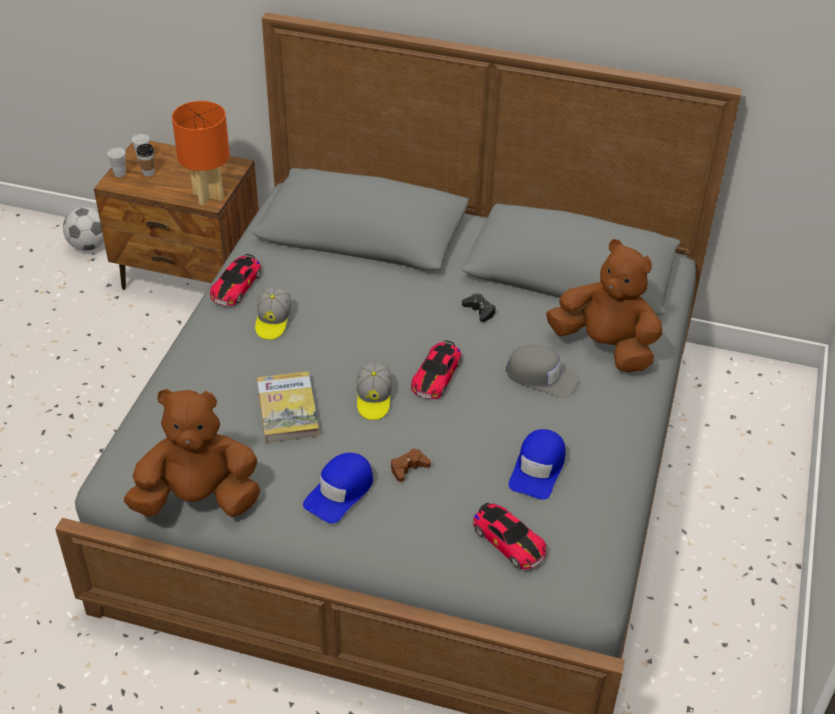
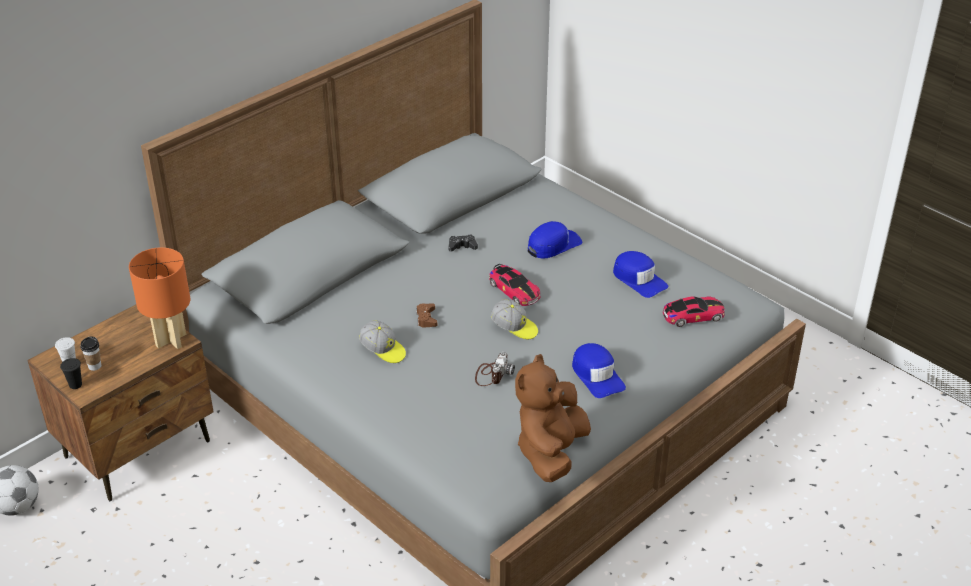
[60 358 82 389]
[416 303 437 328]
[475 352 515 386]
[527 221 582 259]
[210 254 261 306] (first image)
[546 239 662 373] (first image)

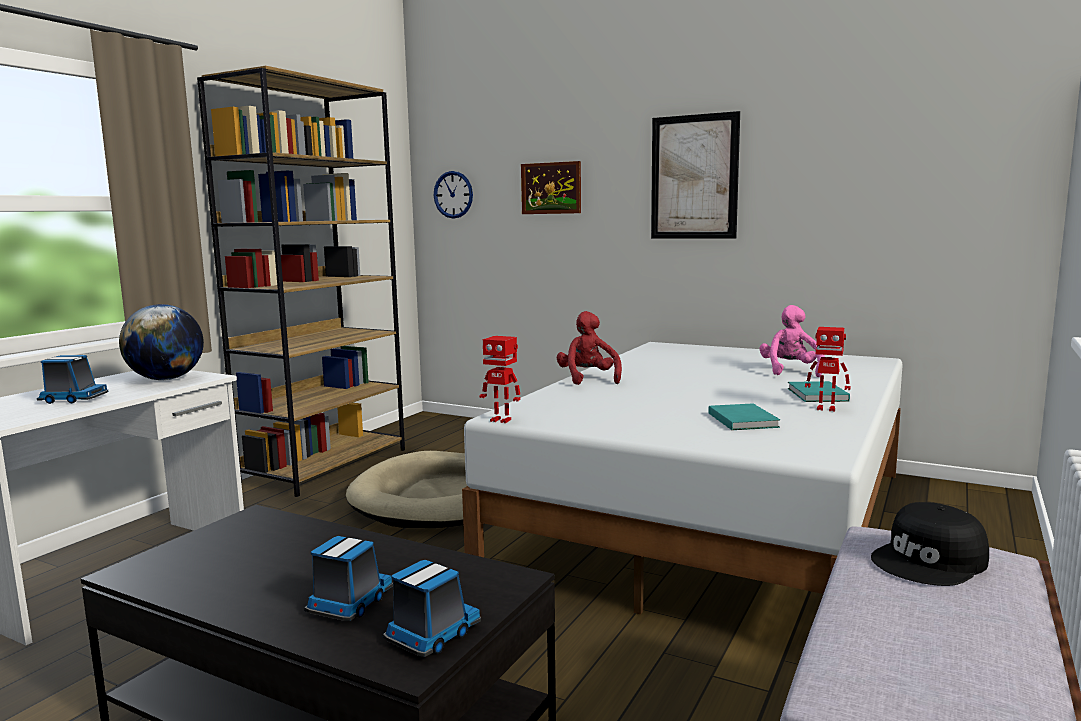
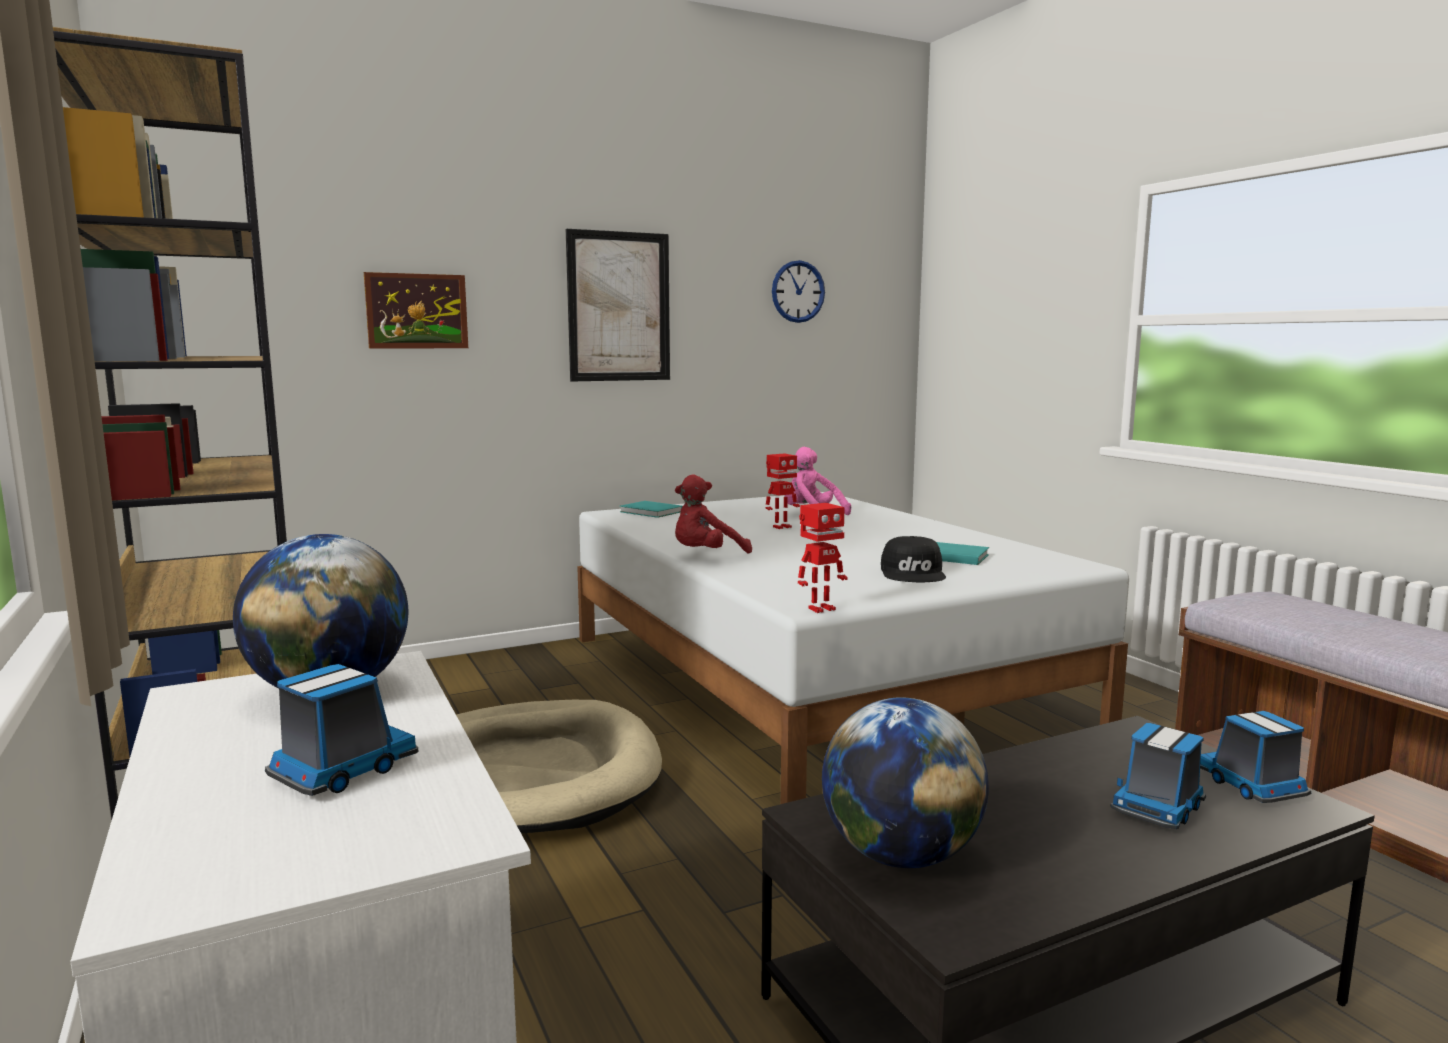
[620 501 682 518]
[675 475 752 554]
[765 454 800 529]
[772 260 825 323]
[822 697 989 868]
[881 536 946 582]
[1111 723 1206 829]

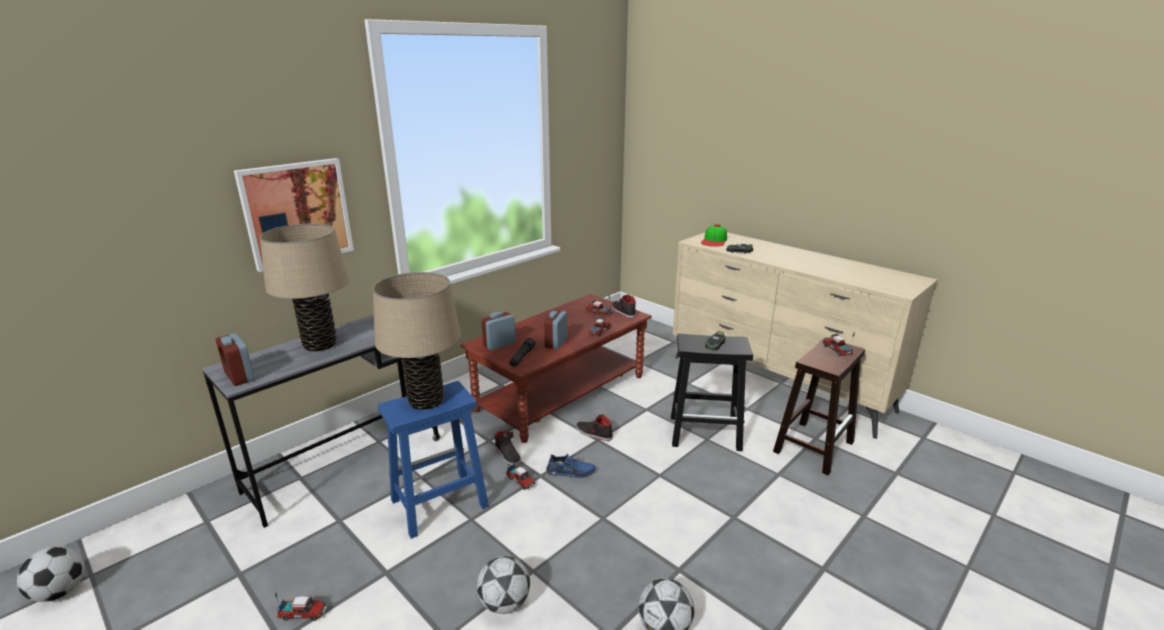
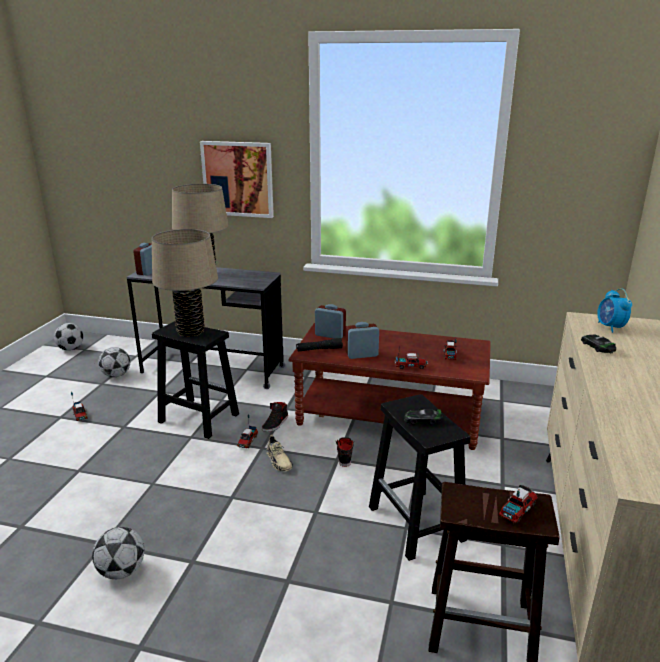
[98 347 130 377]
[152 321 239 439]
[266 435 293 471]
[597 288 632 333]
[612 294 636 318] (first image)

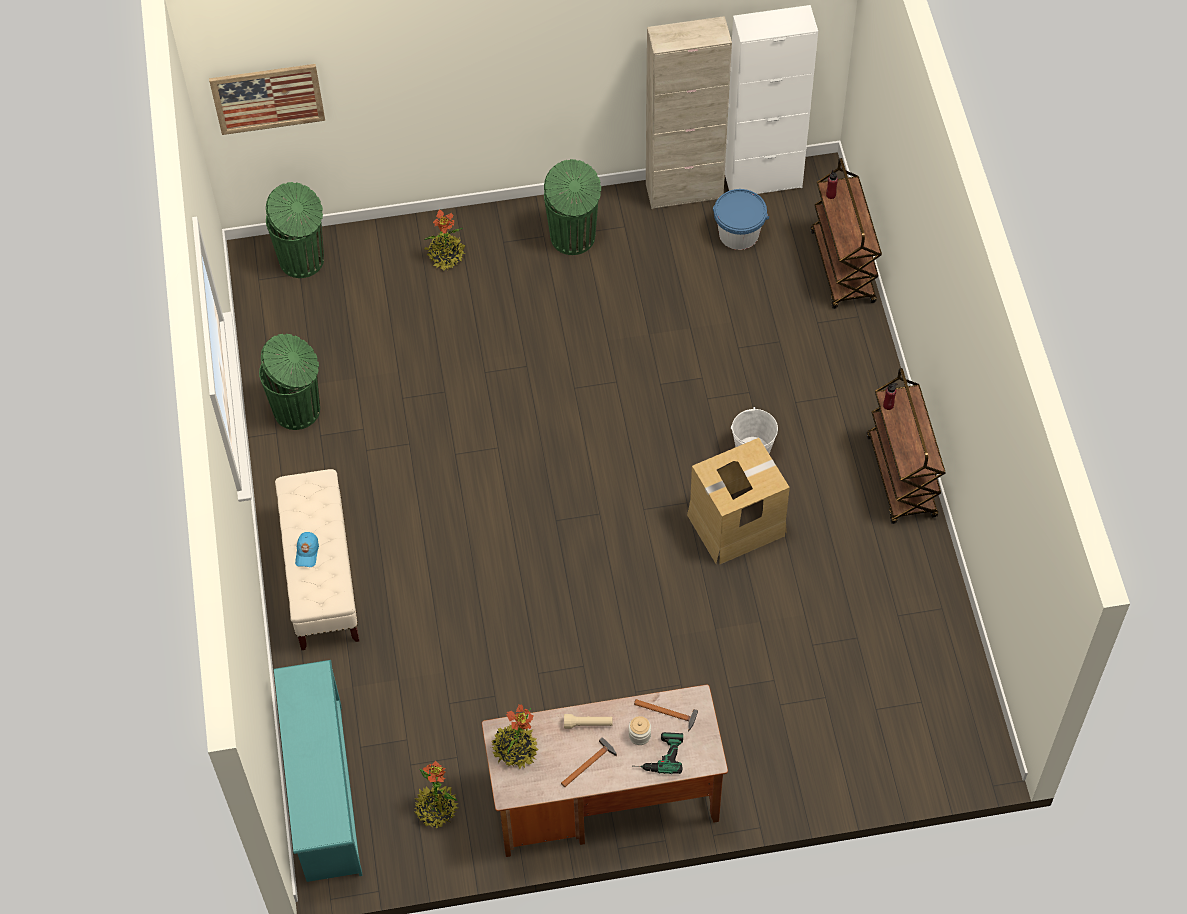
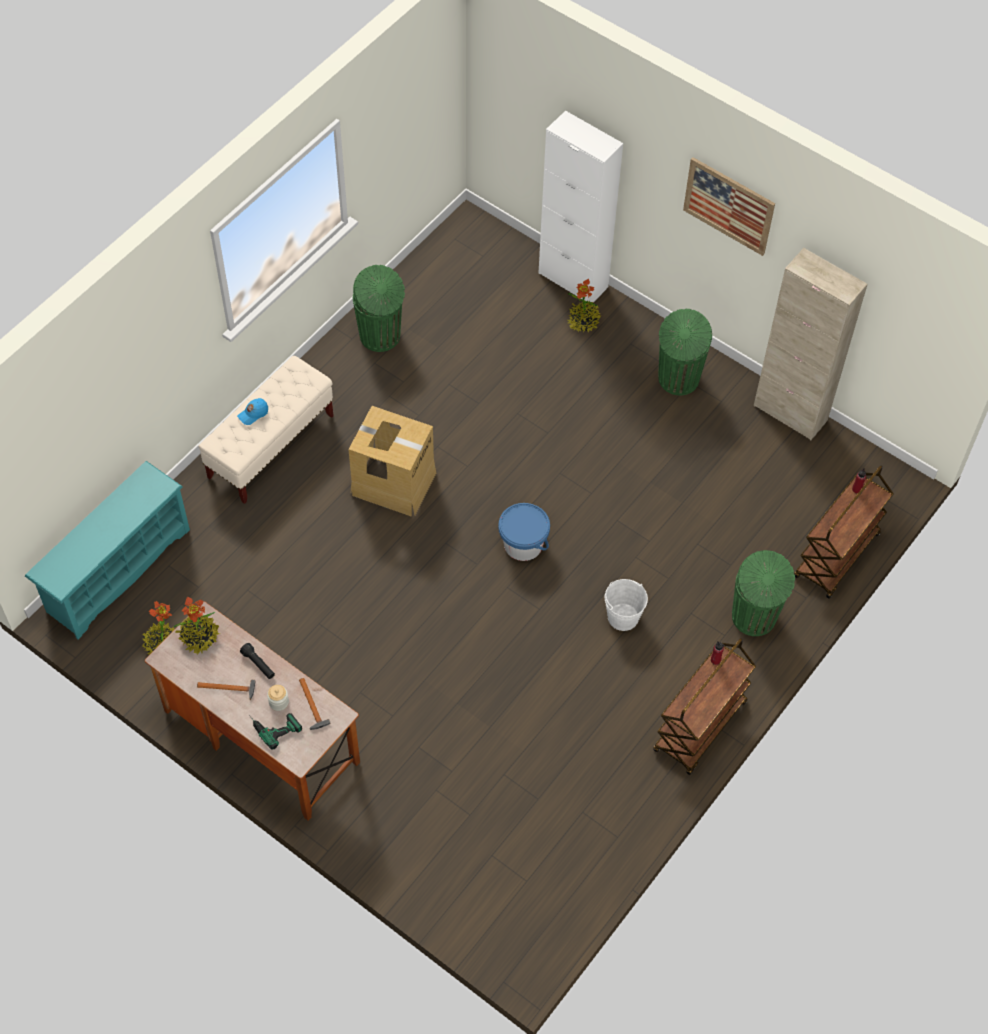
[240 643 275 679]
[348 406 436 517]
[498 503 550 561]
[538 111 623 303]
[683 157 775 256]
[732 550 795 636]

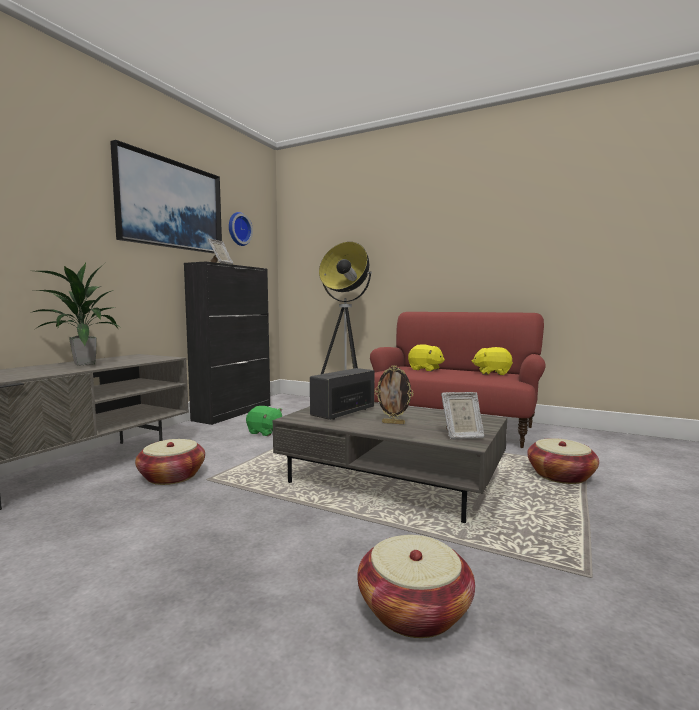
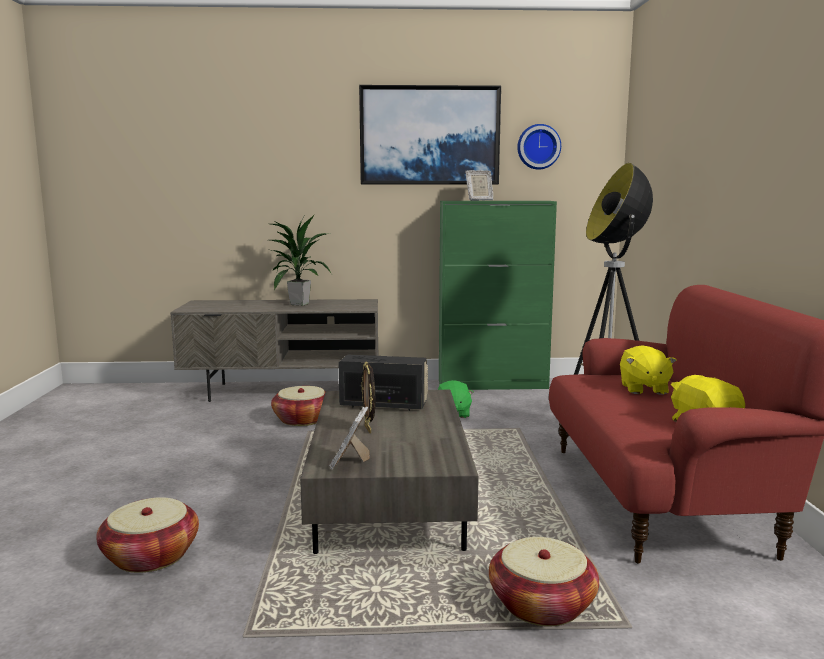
[329 407 370 469]
[439 201 557 390]

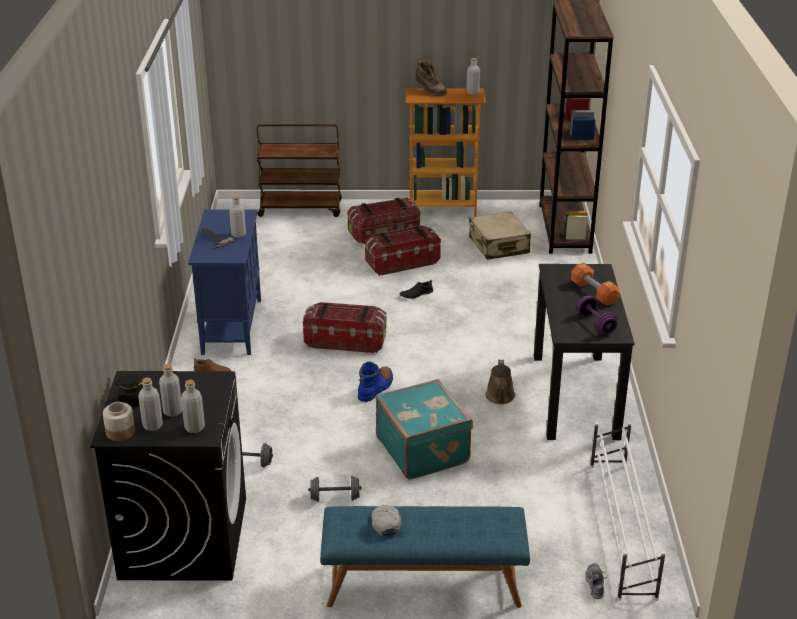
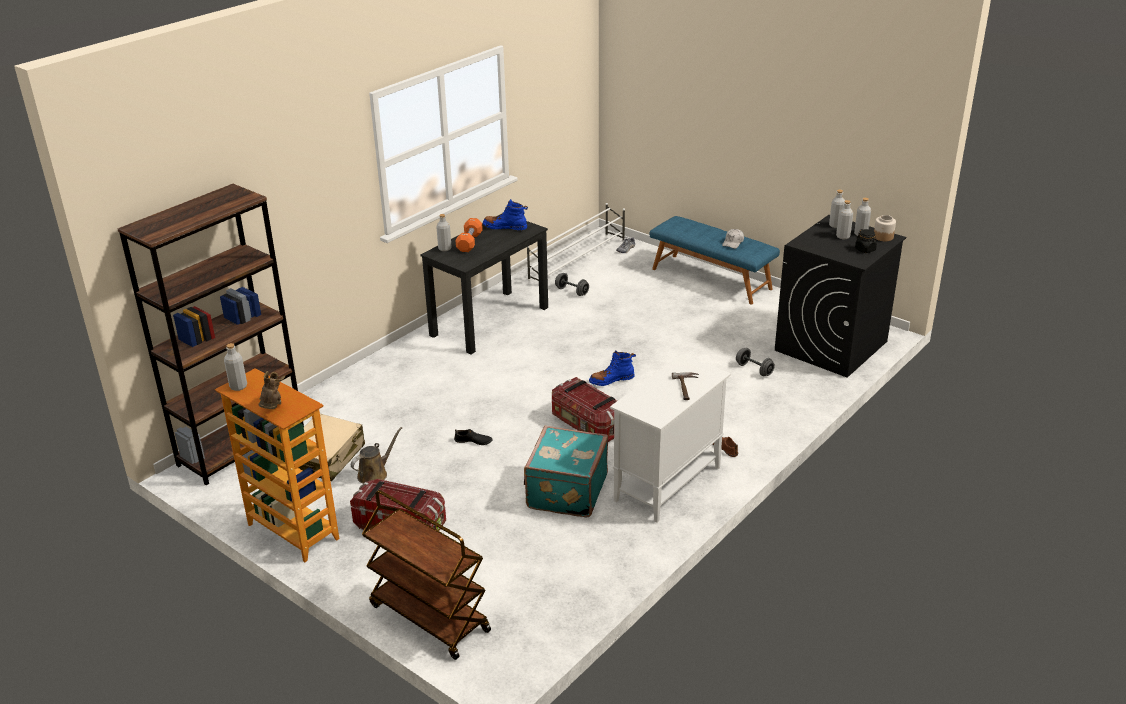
[351 427 402 484]
[436 214 452 251]
[483 199 528 230]
[524 426 608 518]
[555 273 589 296]
[610 354 731 522]
[365 225 441 276] (first image)

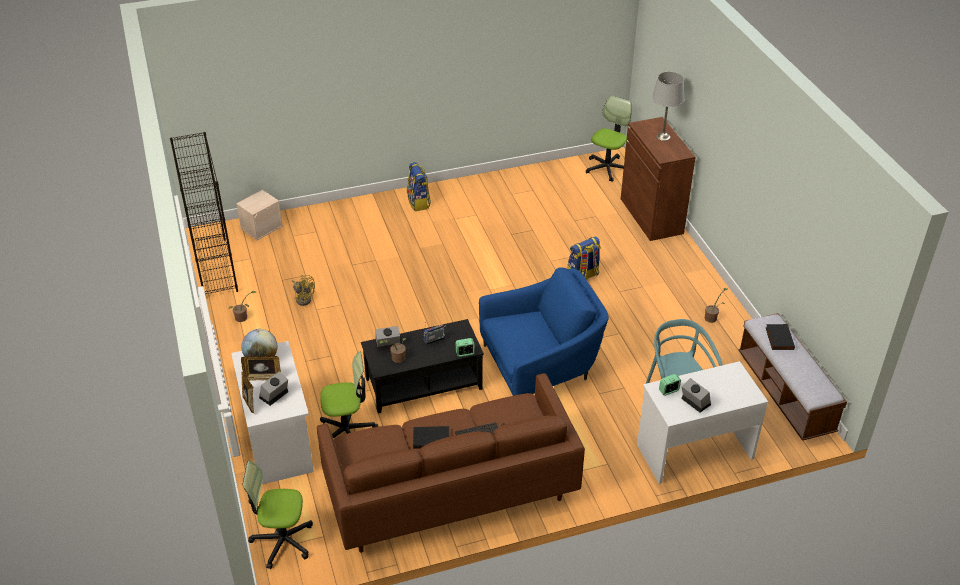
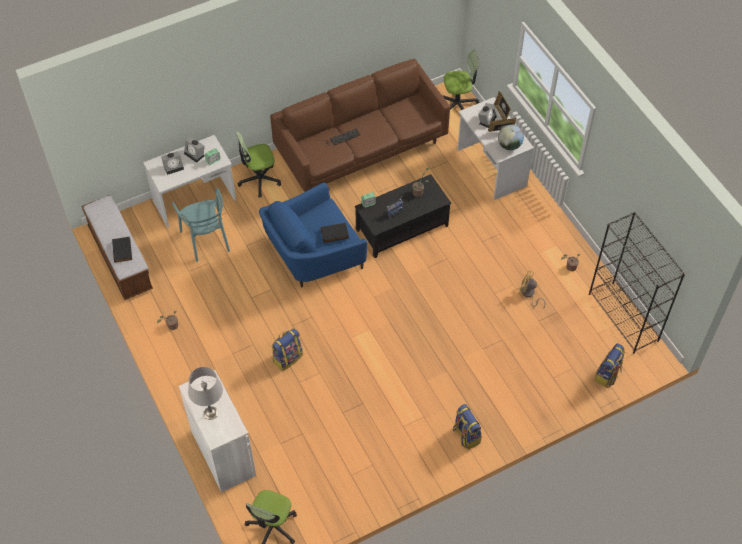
[161 151 184 175]
[179 370 256 492]
[236 131 281 198]
[320 223 349 243]
[594 344 625 388]

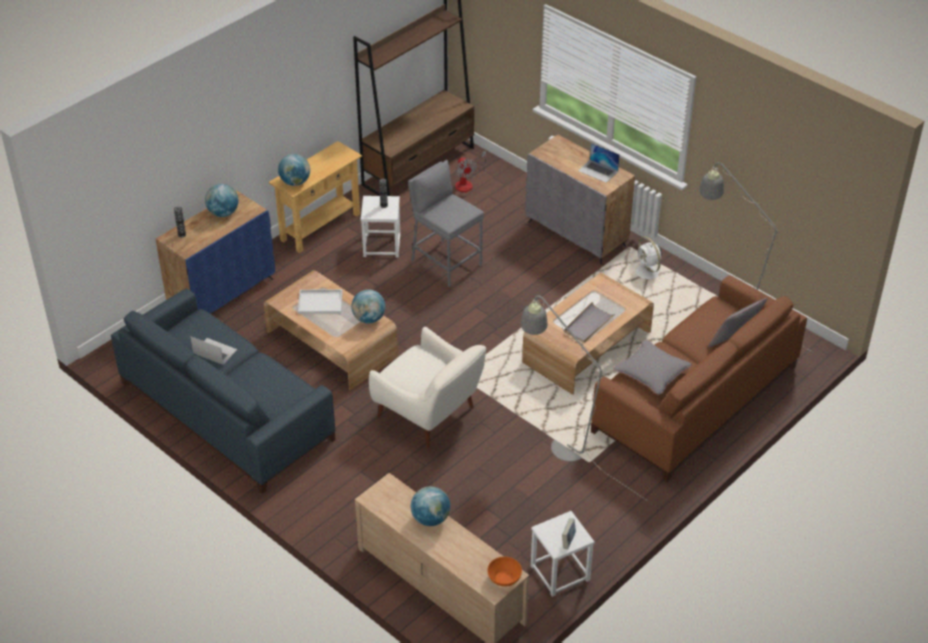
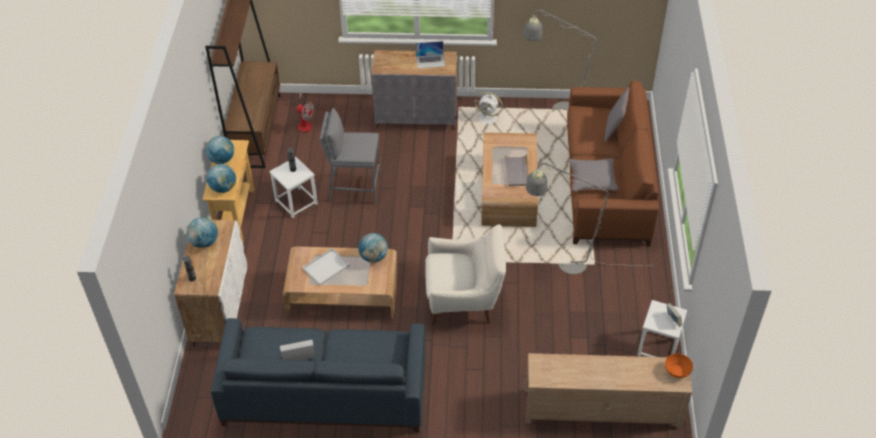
[174 220 247 346]
[206 136 234 164]

